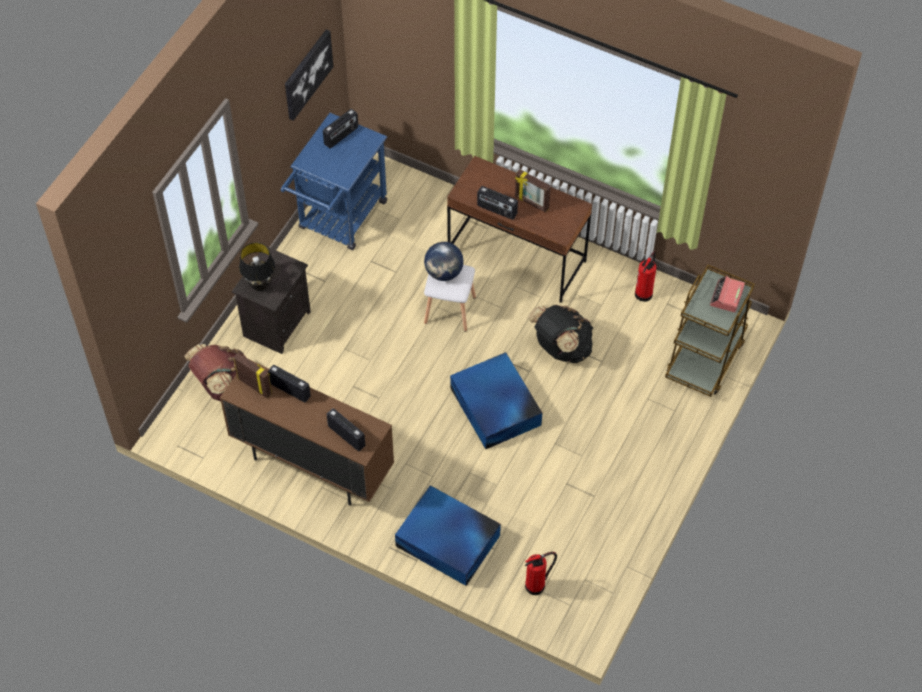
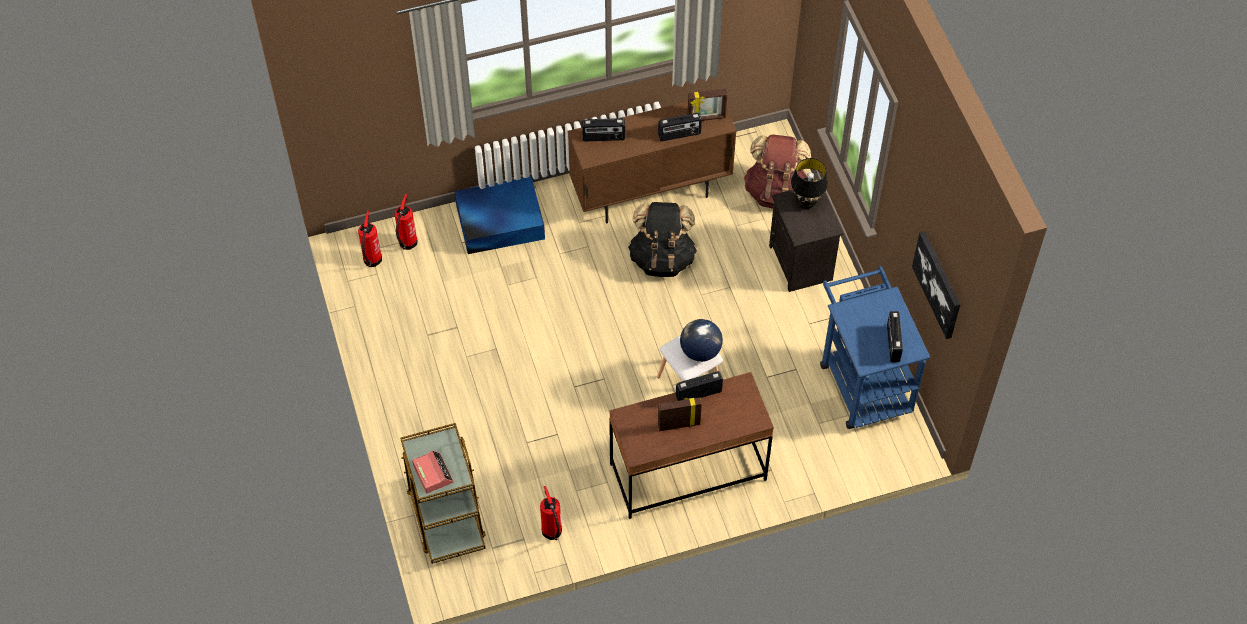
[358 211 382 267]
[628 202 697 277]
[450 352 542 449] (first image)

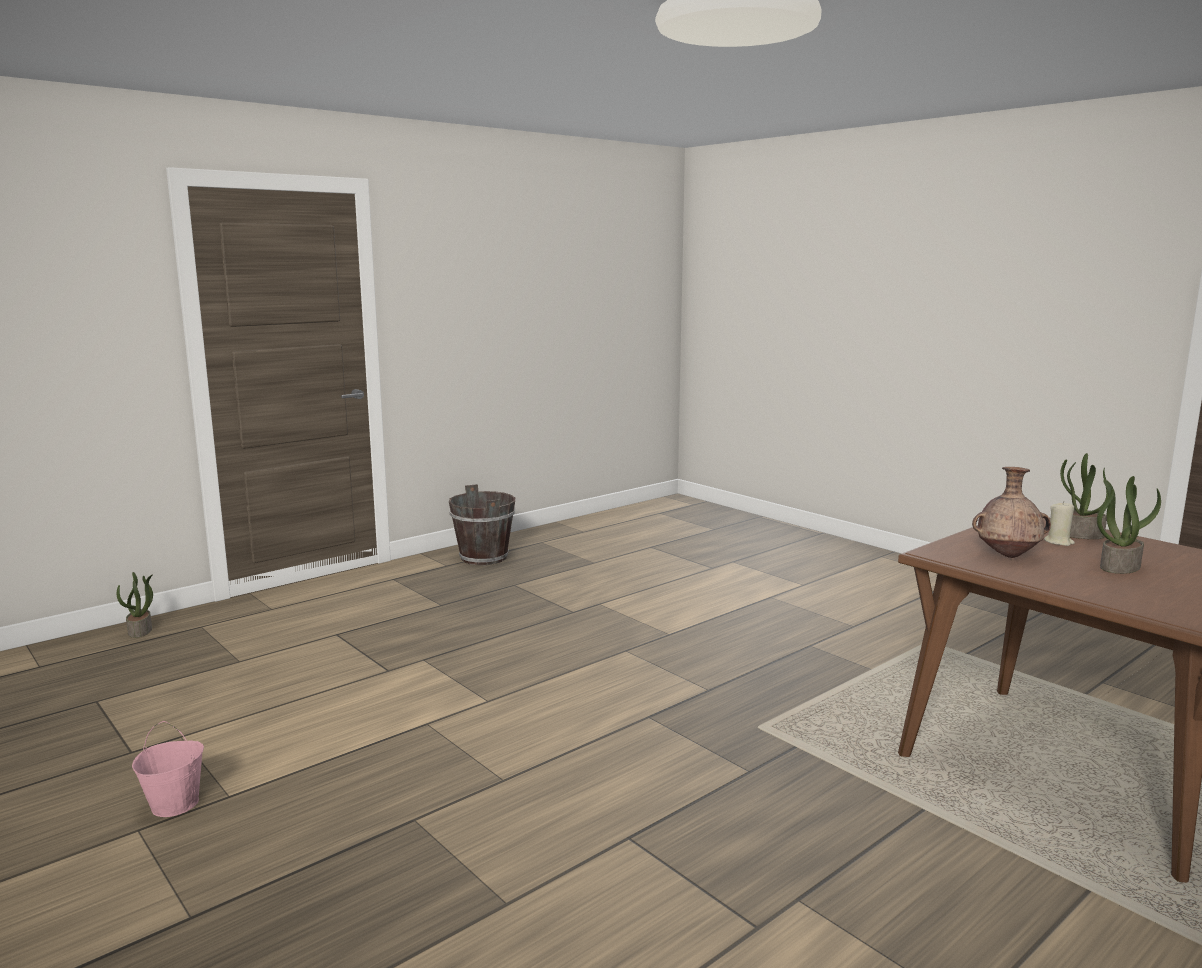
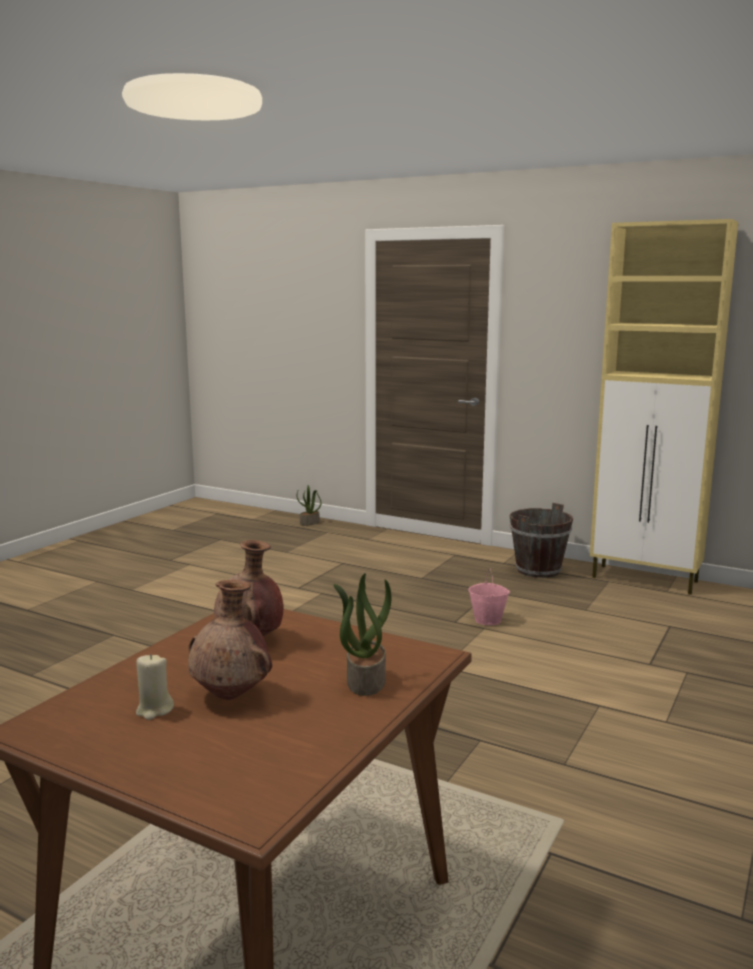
[136 654 174 720]
[188 580 272 700]
[468 568 510 625]
[590 219 738 595]

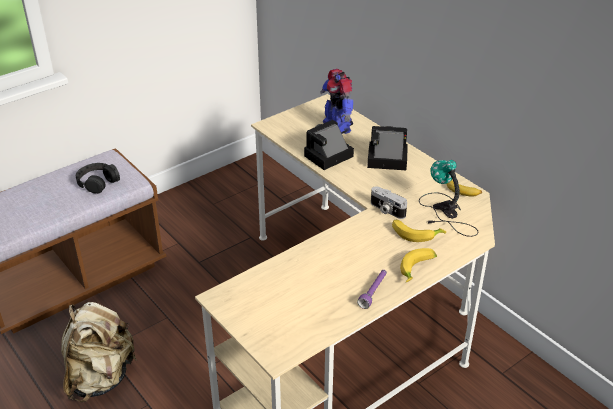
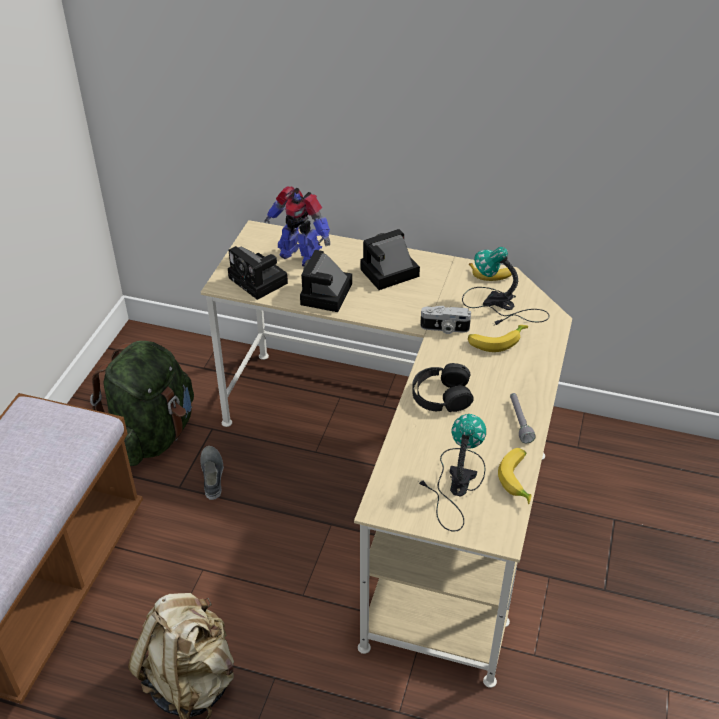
[90 341 194 466]
[200 446 224 500]
[228 246 288 300]
[412 363 474 412]
[418 414 486 532]
[498 448 532 504]
[510 393 536 443]

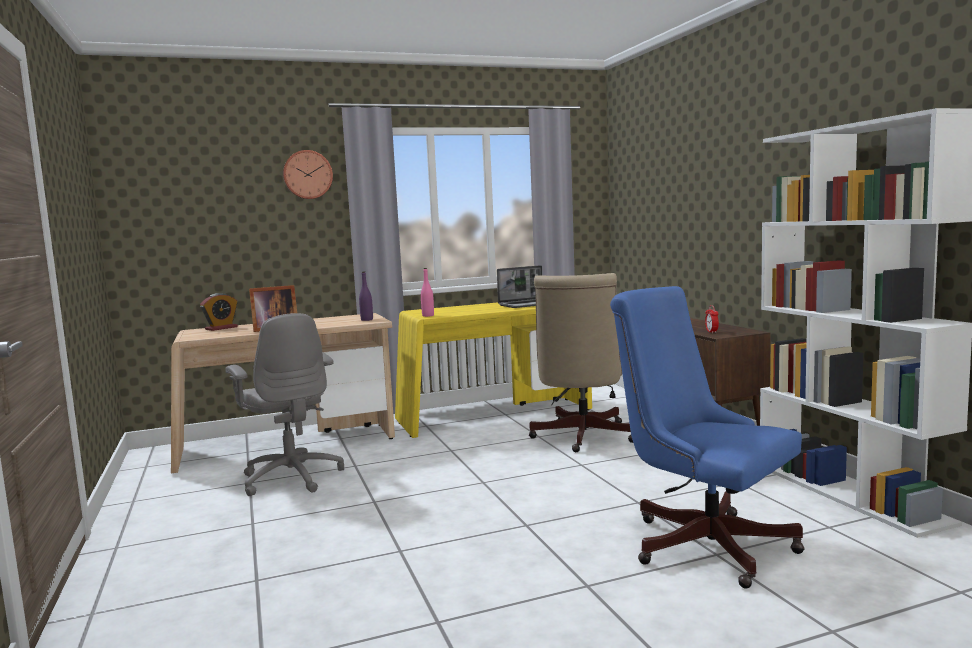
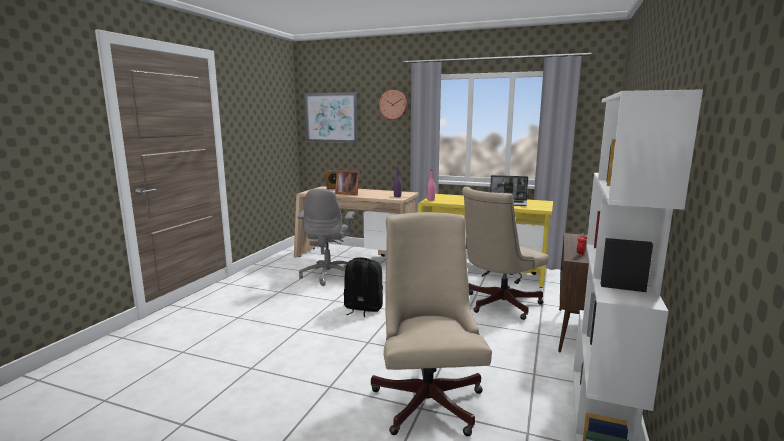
[305 92 358 143]
[344 257 383 317]
[371 212 492 436]

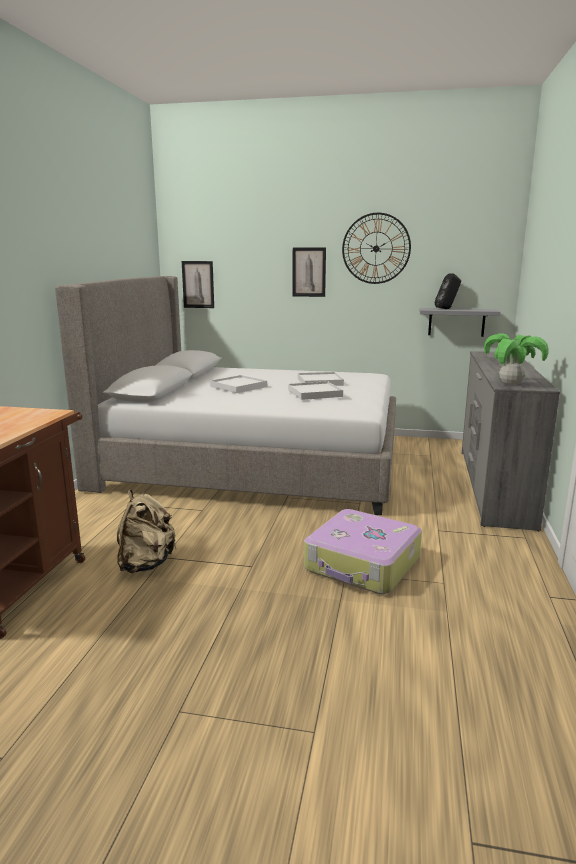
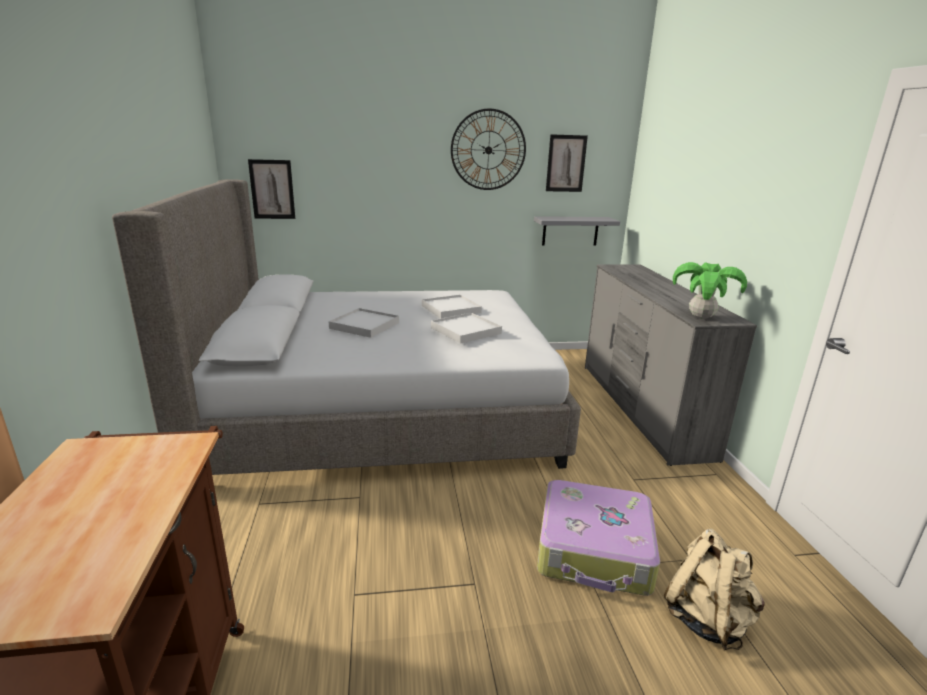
[546 134 588 192]
[664 529 765 650]
[434 273 461 309] (first image)

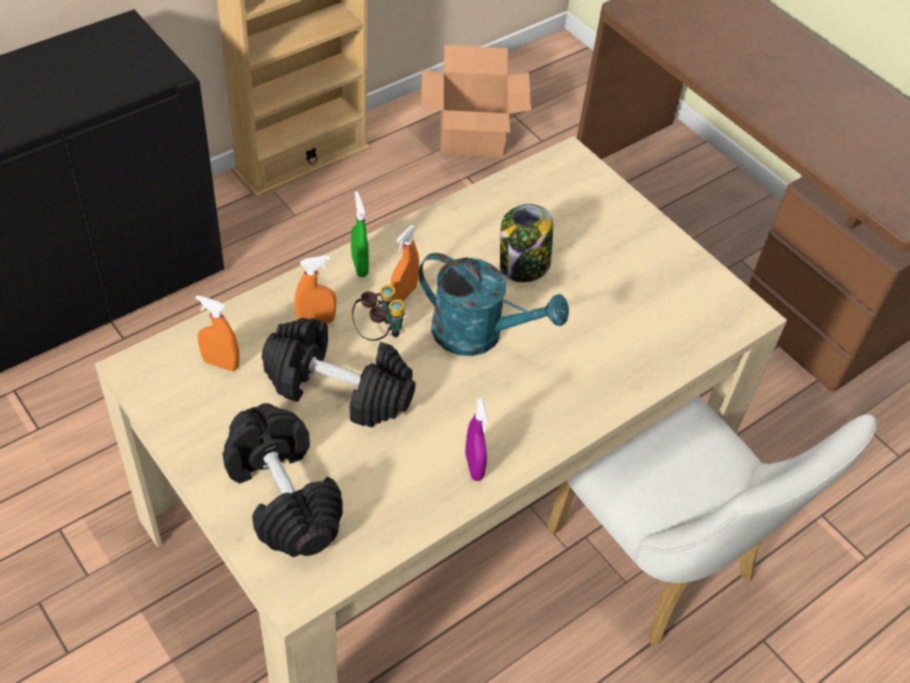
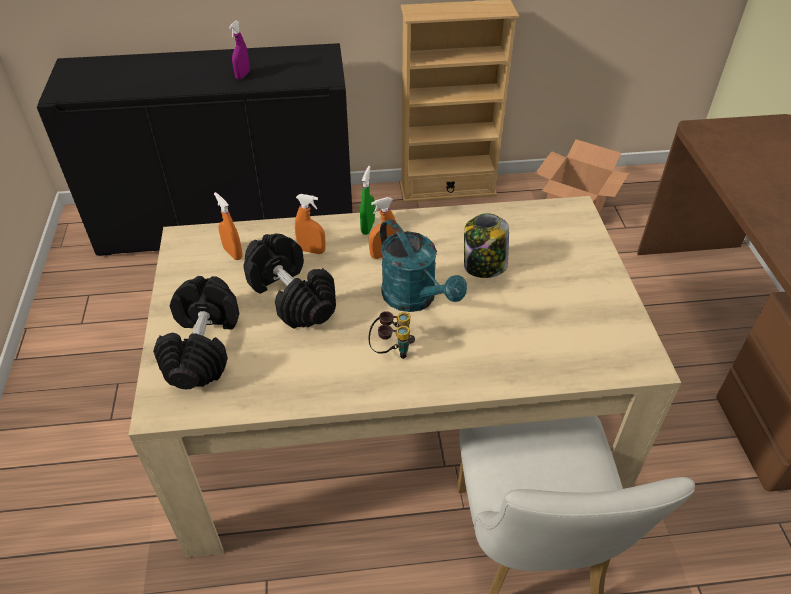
[229 21 250 80]
[368 311 415 359]

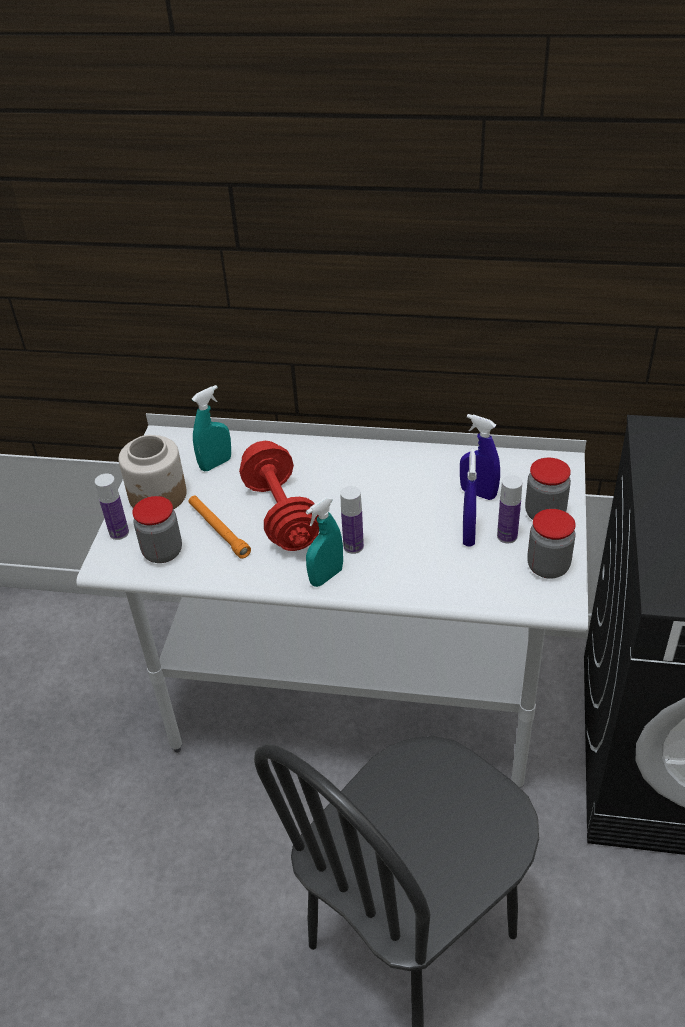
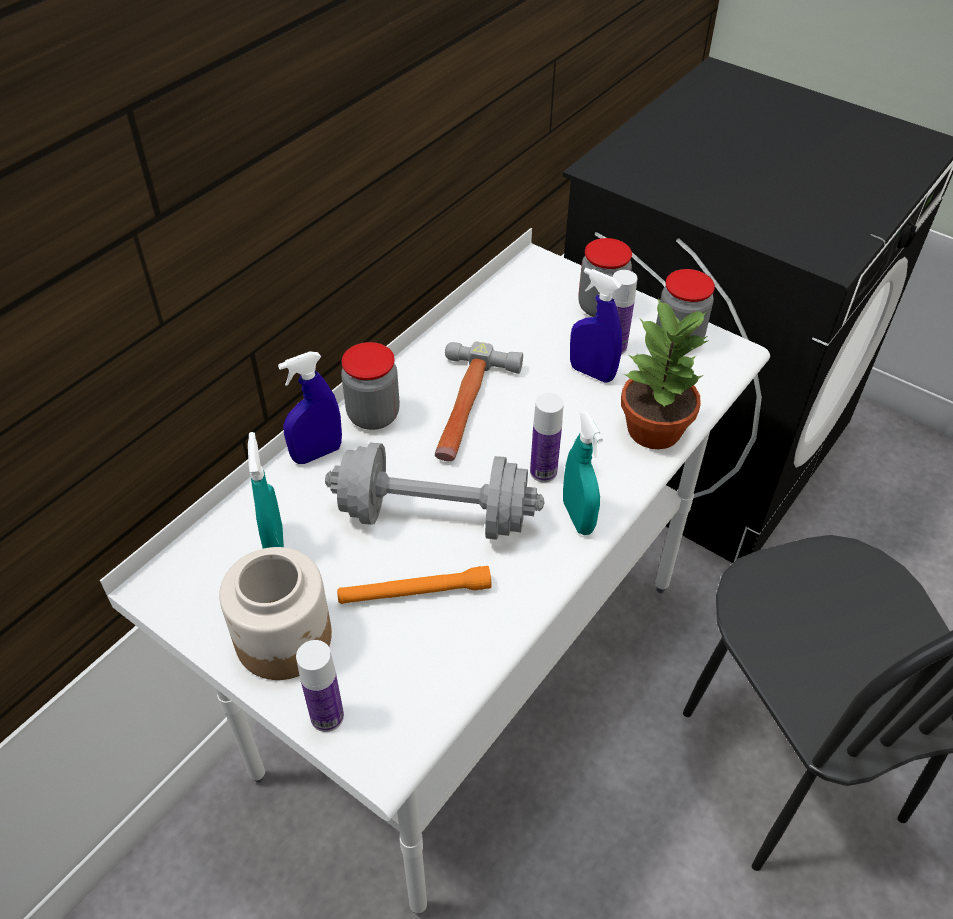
[278 351 342 464]
[325 443 544 540]
[341 342 400 430]
[435 342 523 461]
[621 298 709 449]

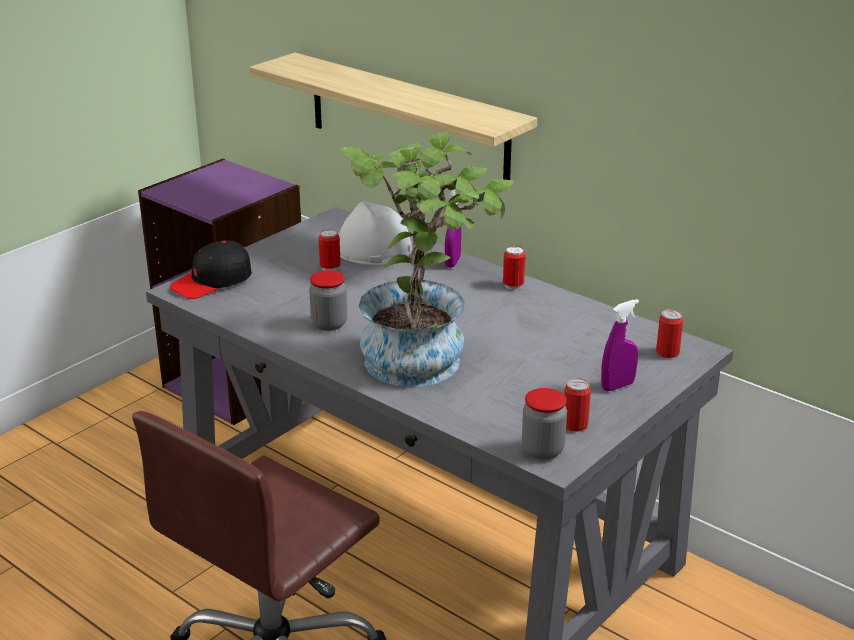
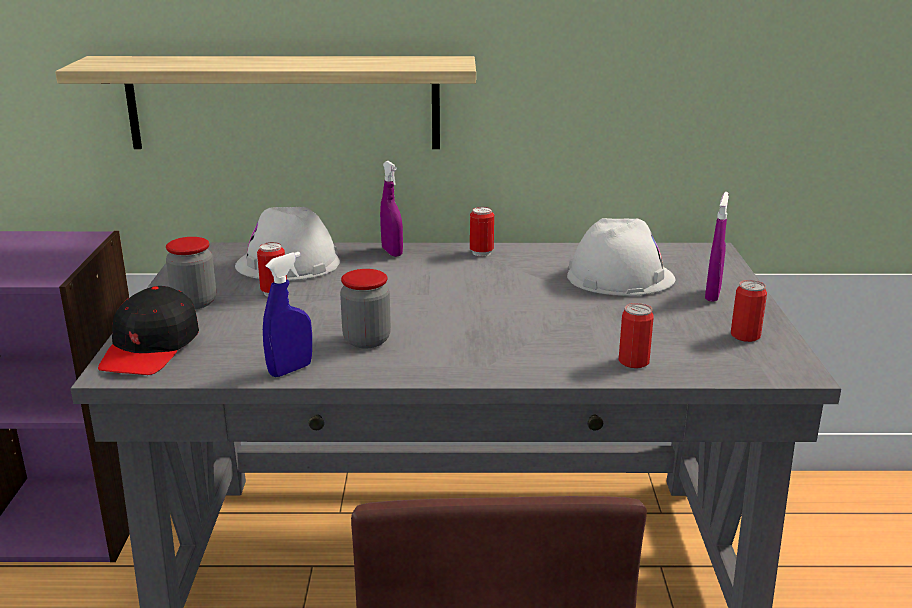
[166 237 216 309]
[263 252 312 377]
[567 218 675 296]
[619 303 654 368]
[339 132 514 387] (first image)

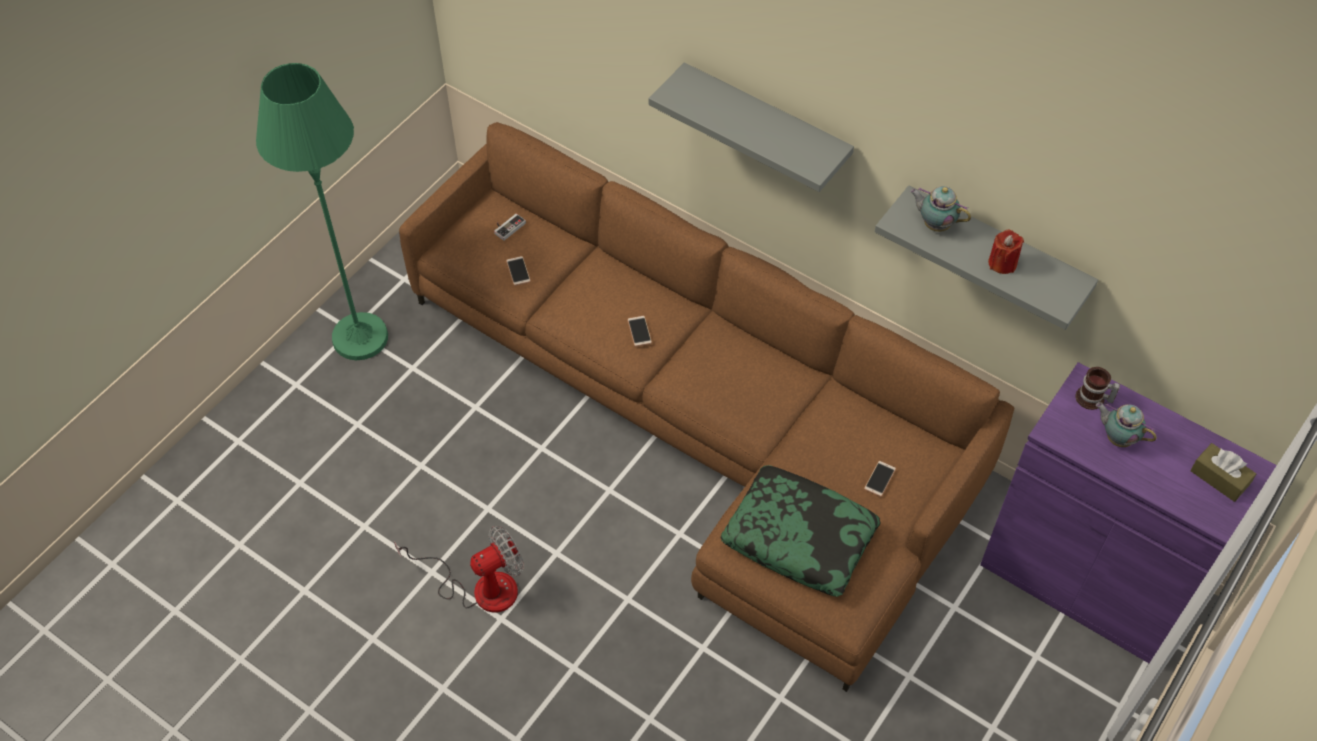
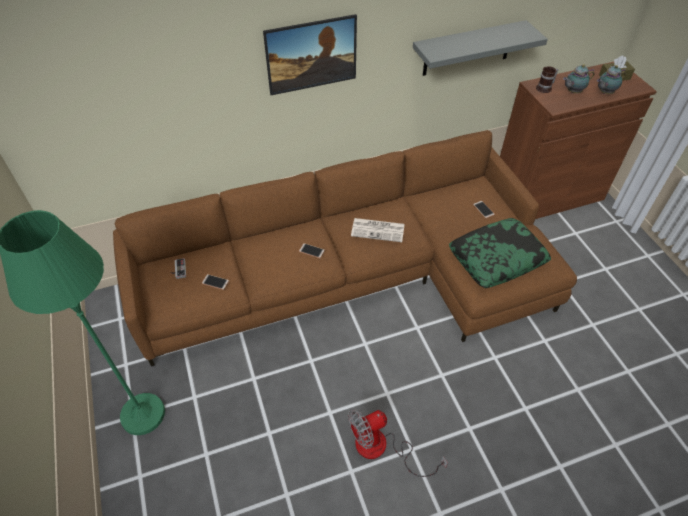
[263 14 357 95]
[348 409 448 477]
[351 218 405 242]
[500 62 657 219]
[597 65 626 94]
[988 230 1024 274] (first image)

